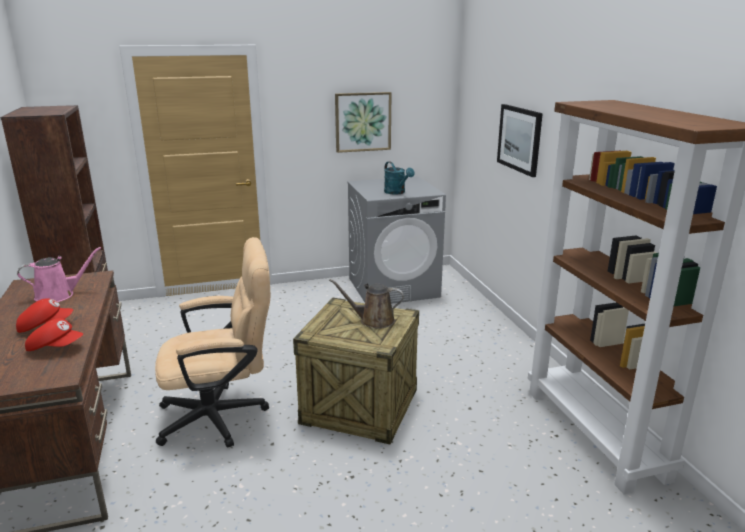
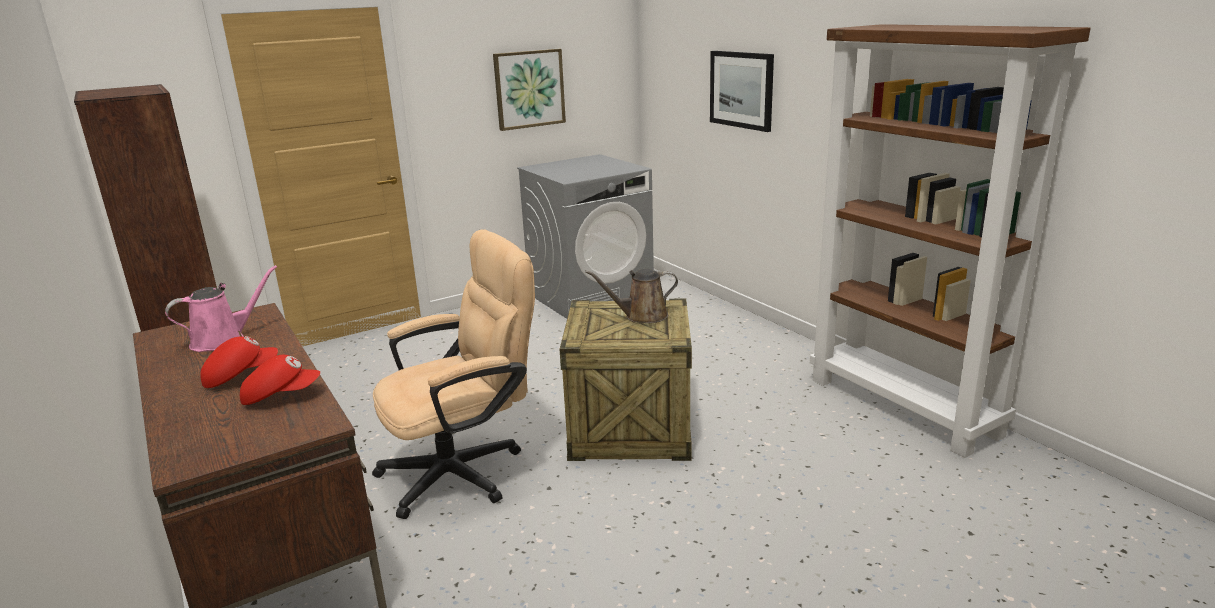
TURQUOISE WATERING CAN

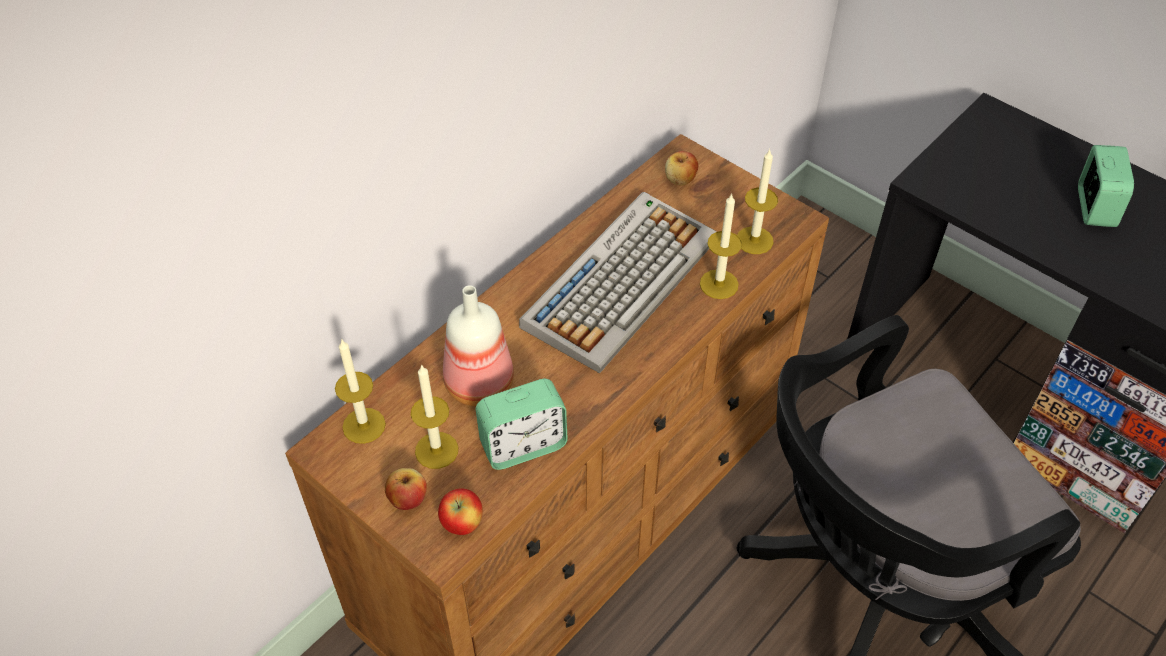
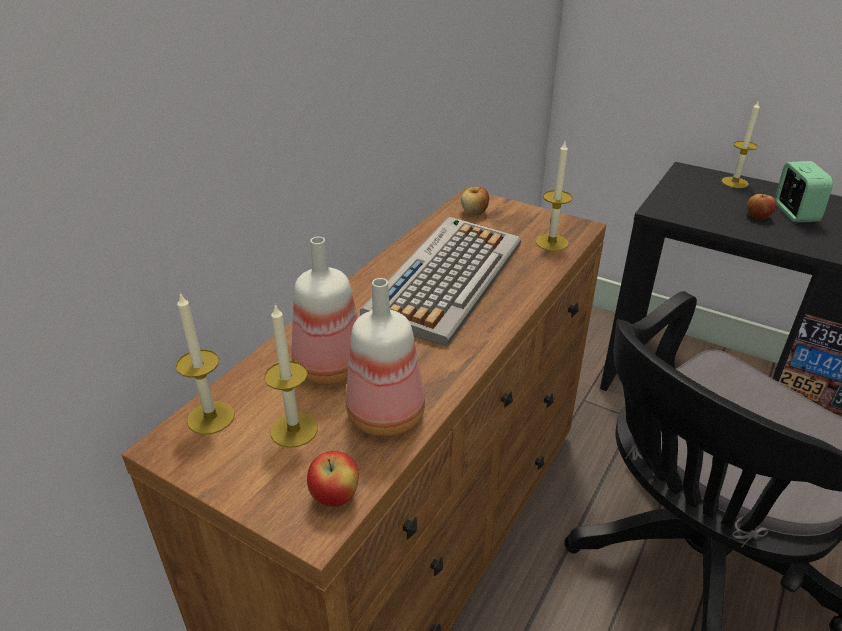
CANDLE (4th from left)
BOTTLE (2nd from left)
APPLE (3rd from left)

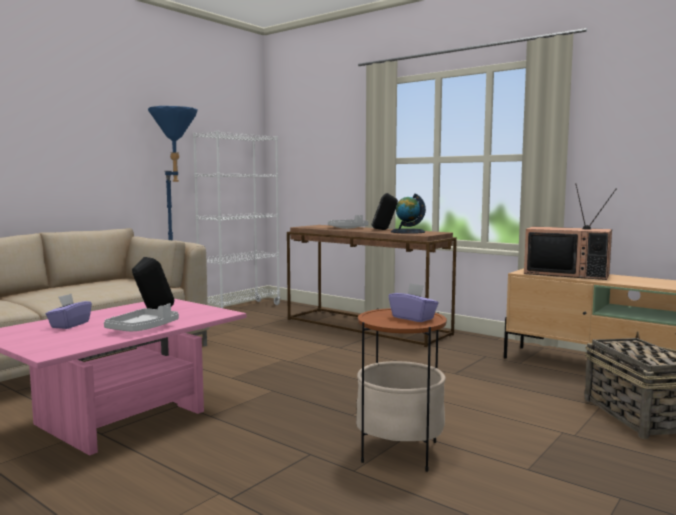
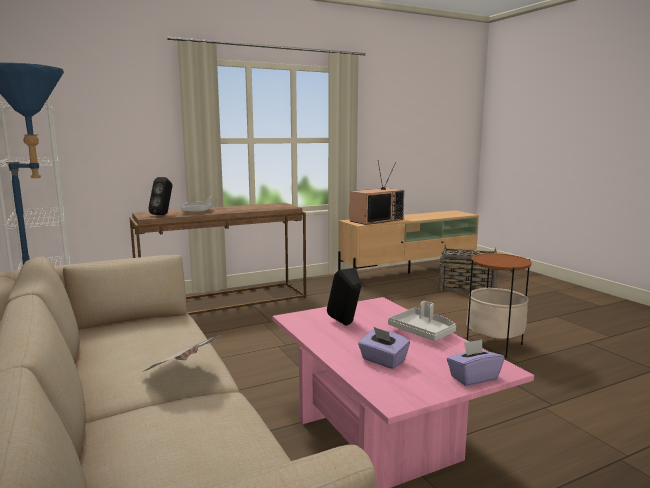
BLACK SPEAKER (1st from left)
GLOBE
PURPLE TISSUE BOX (2nd from left)
NEWSPAPER

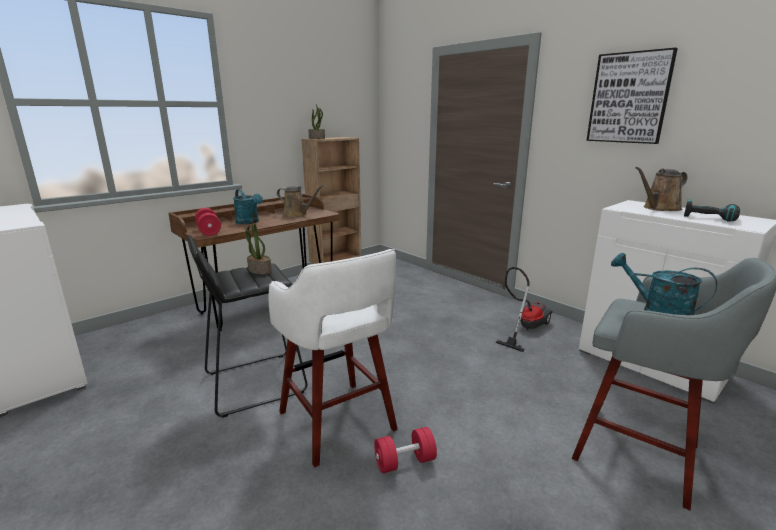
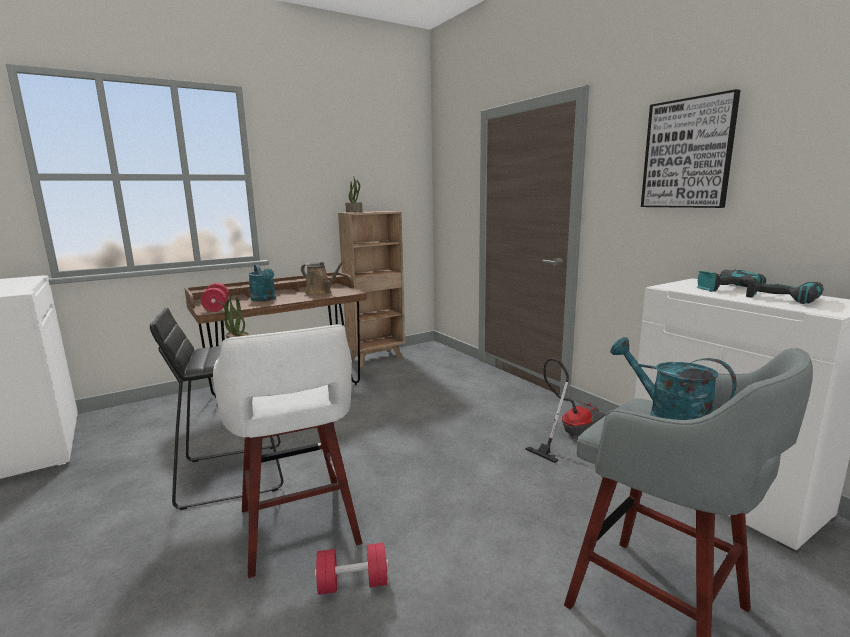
POWER DRILL (1st from left)

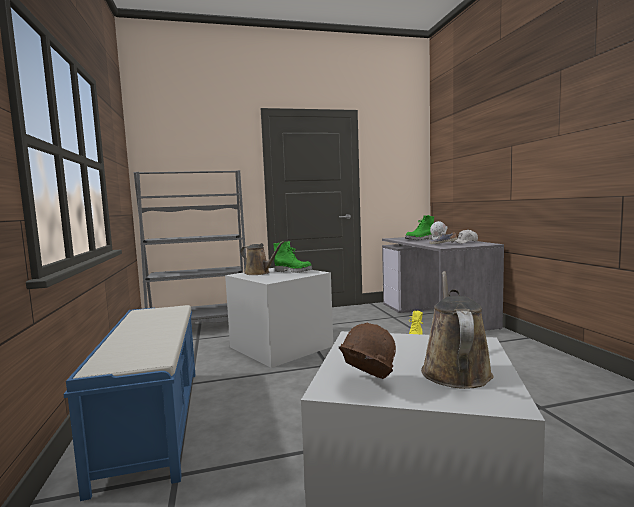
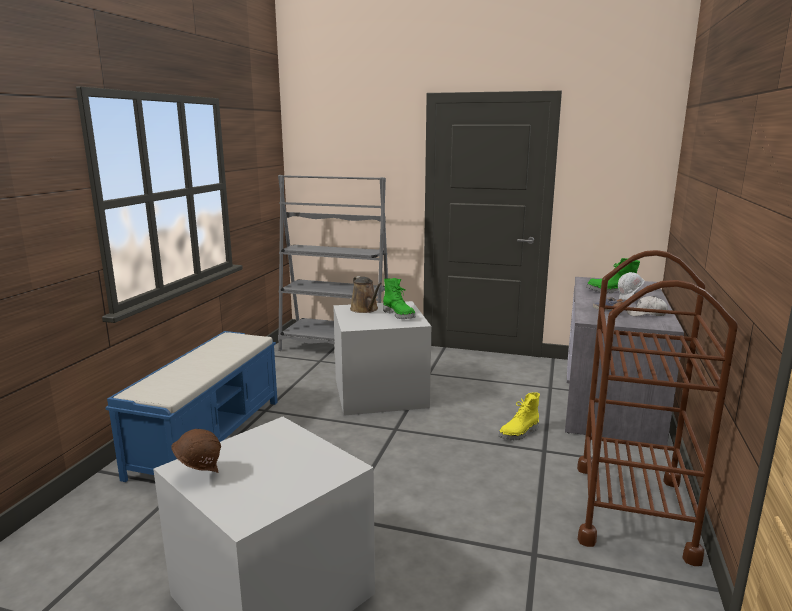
BROWN WATERING CAN (2nd from left in the first image)
BROWN CART

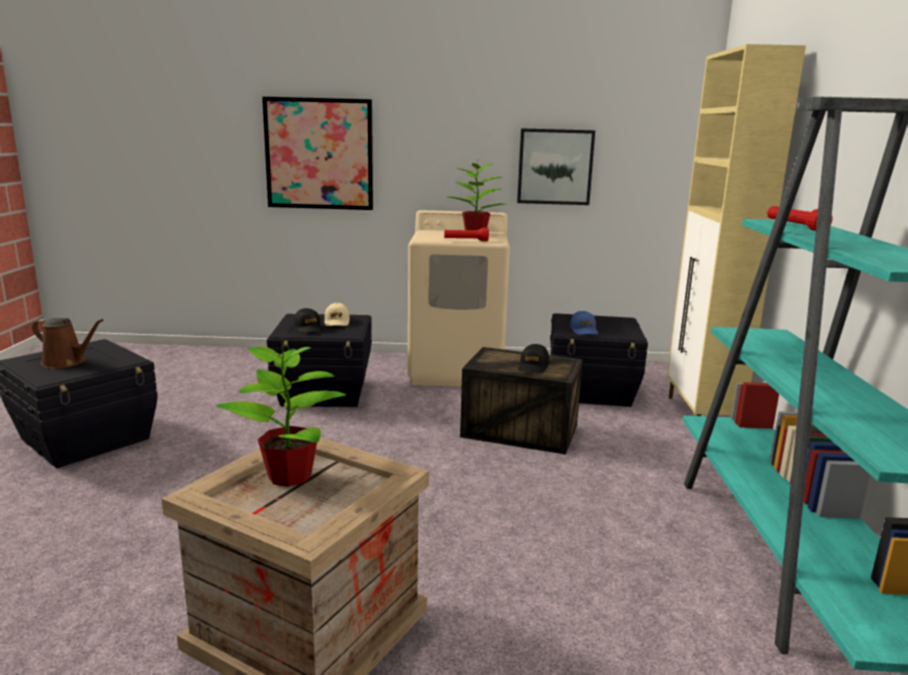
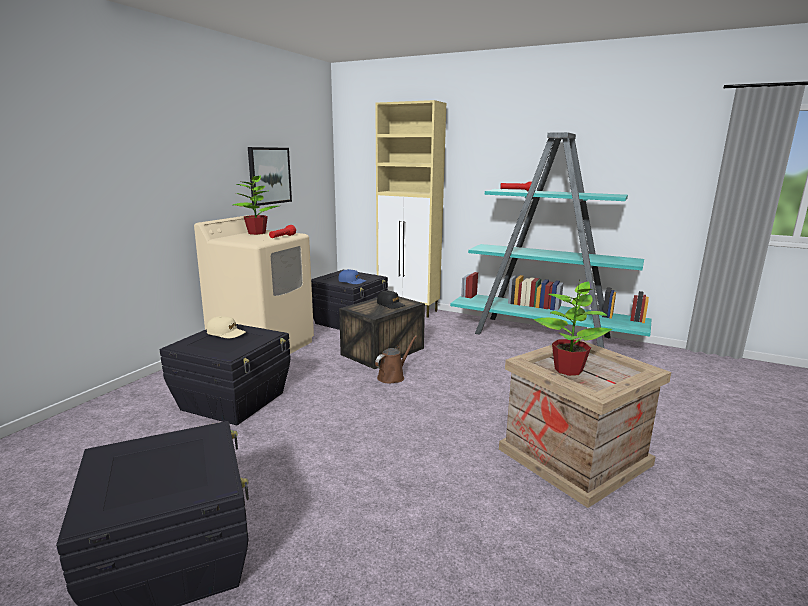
PICTURE (1st from left in the first image)
BLACK CAP (1st from left in the first image)
BROWN WATERING CAN

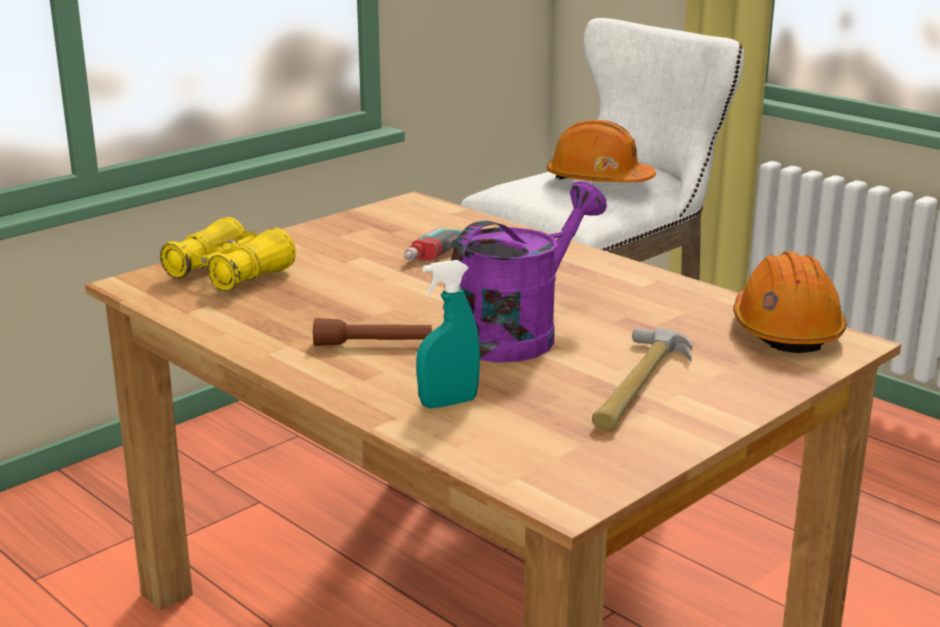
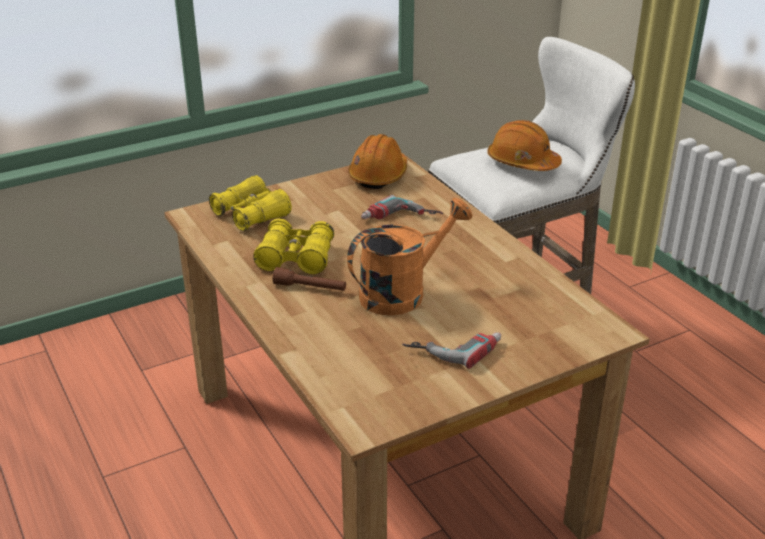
ORANGE WATERING CAN
ORANGE HARD HAT (1st from left)
TURQUOISE SPRAY BOTTLE
POWER DRILL (2nd from left)
YELLOW BINOCULARS (2nd from left)

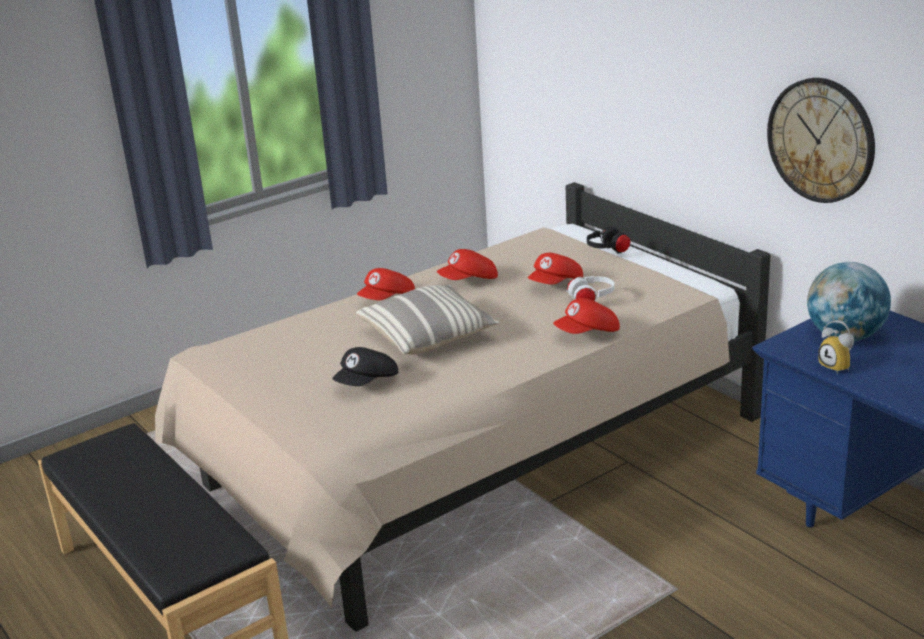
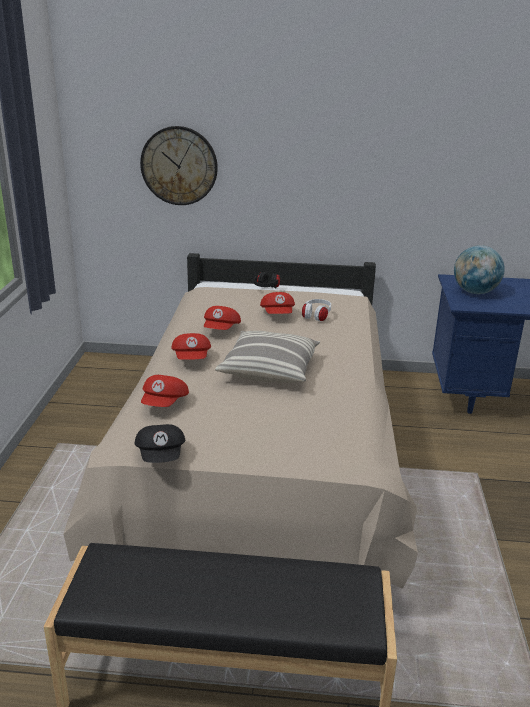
WALL CLOCK
RED CAP (1st from left)
ALARM CLOCK
BLACK CAP

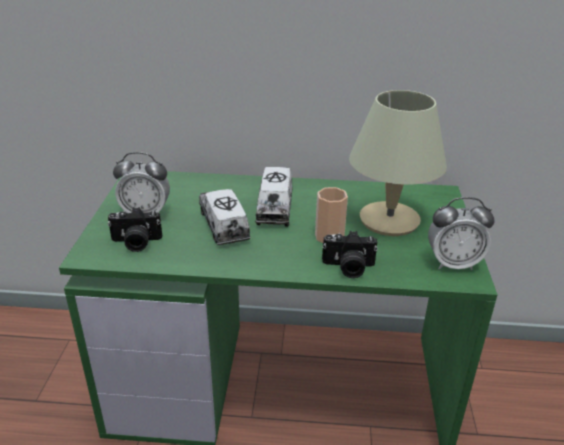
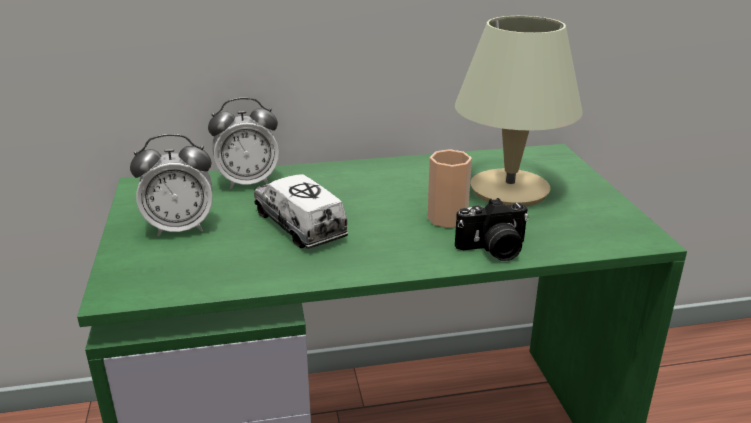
TOY TRUCK (2nd from left in the first image)
ALARM CLOCK (2nd from left)
PHOTO CAMERA (1st from left in the first image)

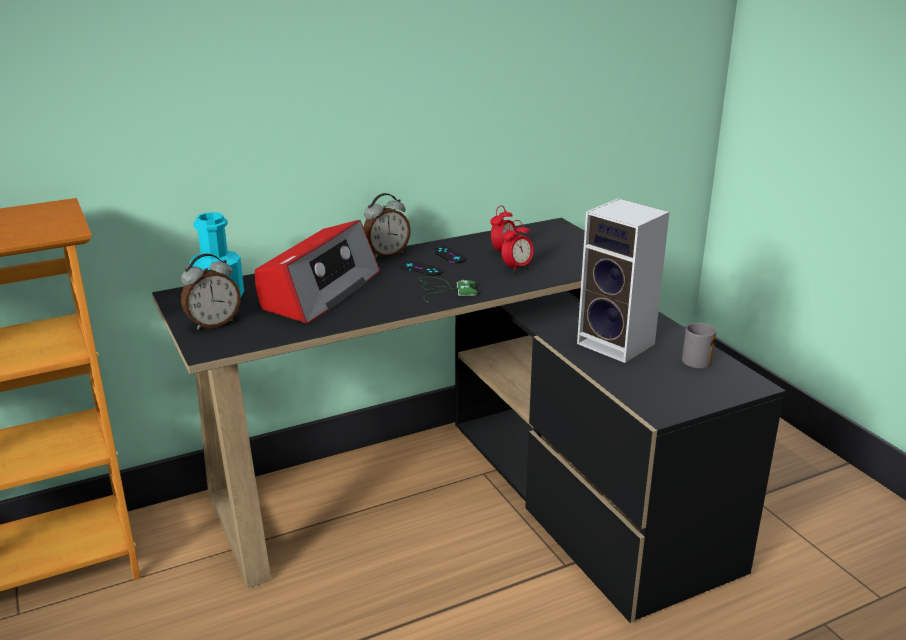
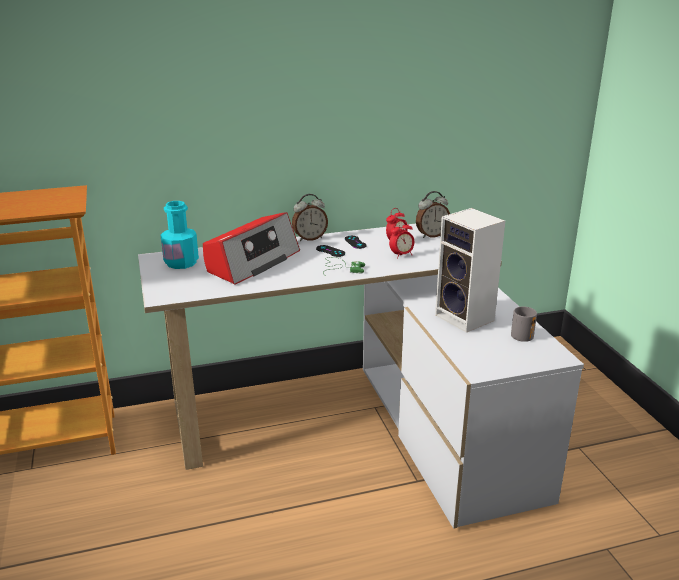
WHITE DESK
ALARM CLOCK (4th from left)

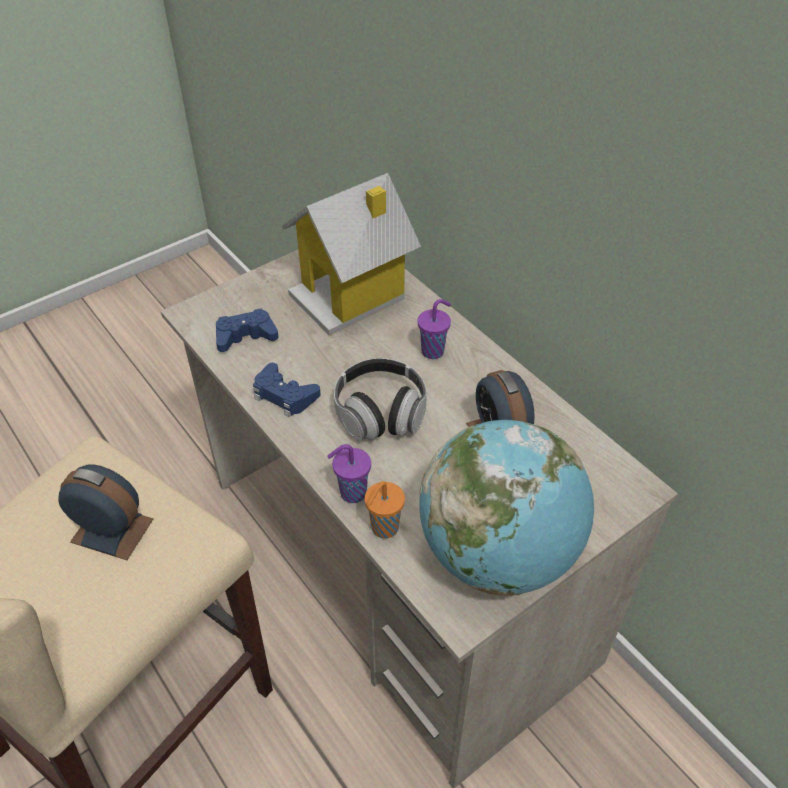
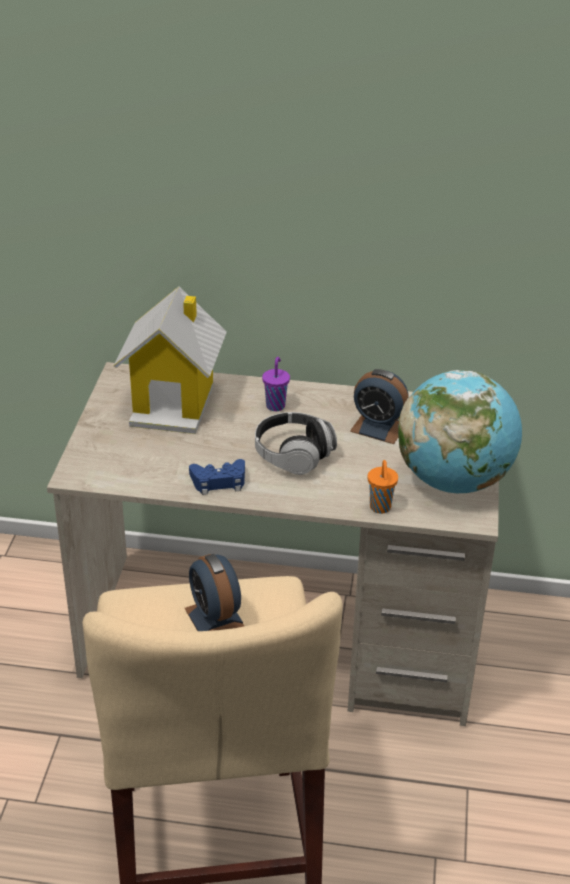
BLUE GAME CONTROLLER (1st from left in the first image)
PURPLE CUP (1st from left in the first image)
ALARM CLOCK (1st from left)

